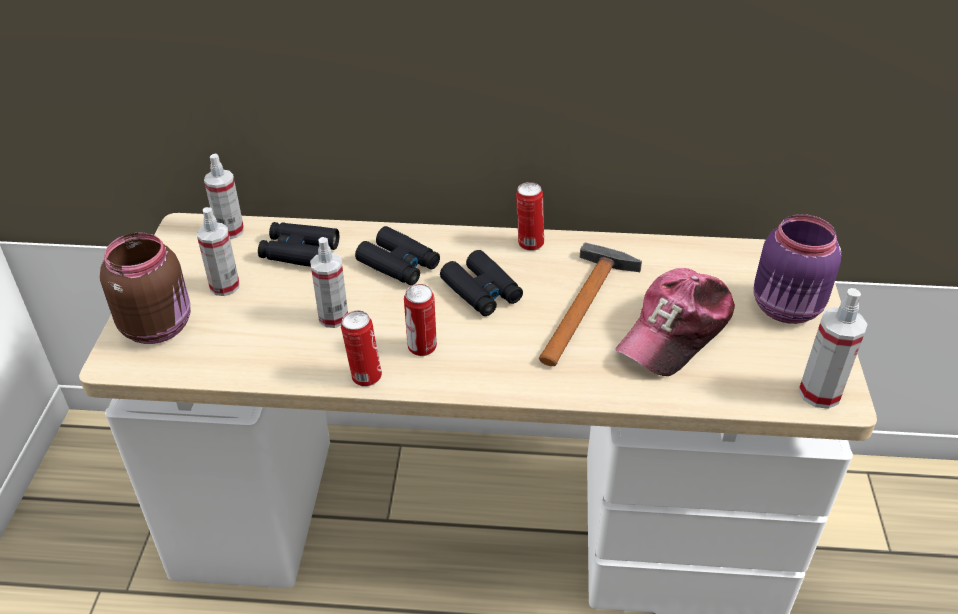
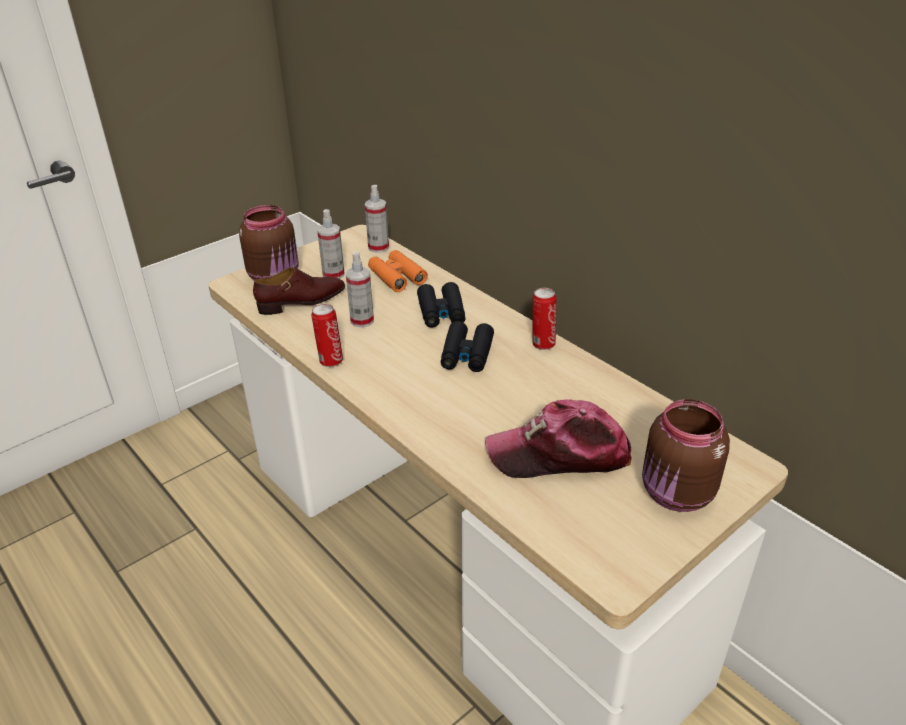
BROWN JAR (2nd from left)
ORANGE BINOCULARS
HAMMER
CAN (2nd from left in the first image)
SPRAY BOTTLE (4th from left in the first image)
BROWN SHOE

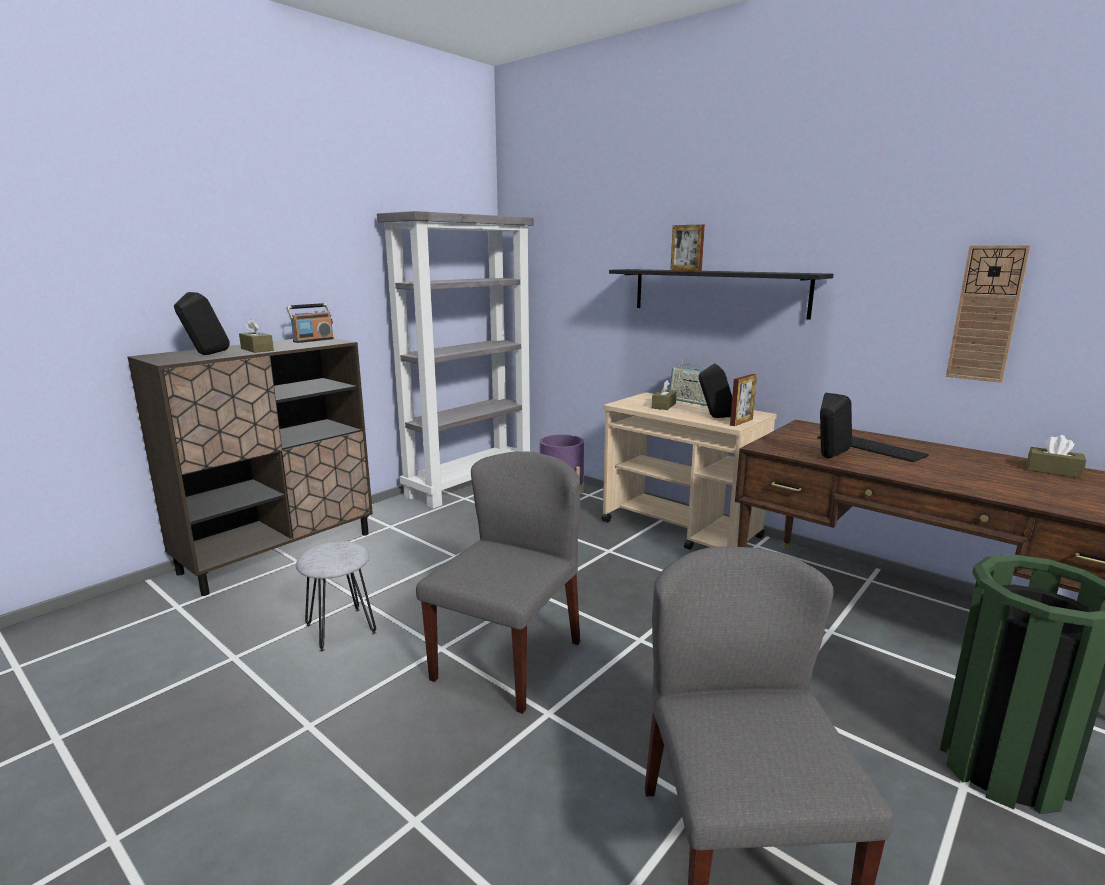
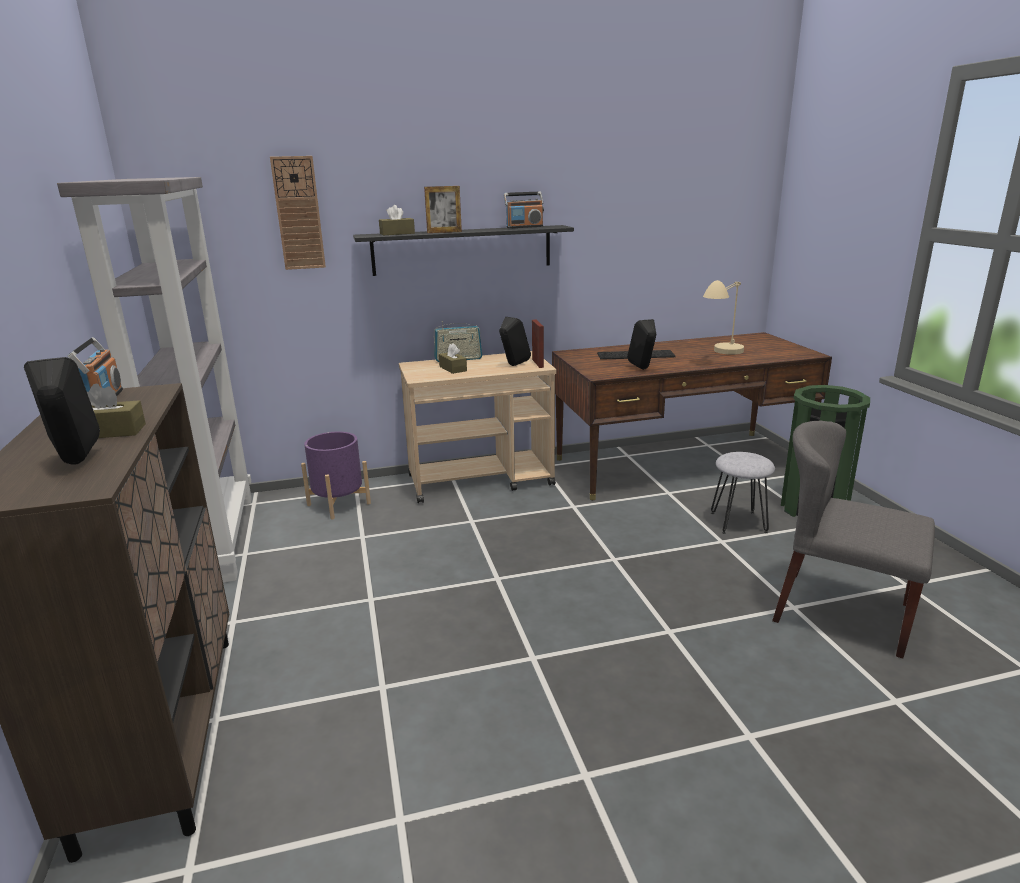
WALL CLOCK
BROWN TISSUE BOX (2nd from left)
GREY CHAIR (1st from left in the first image)
GREY STOOL
RADIO (3rd from left)
BEIGE TABLE LAMP

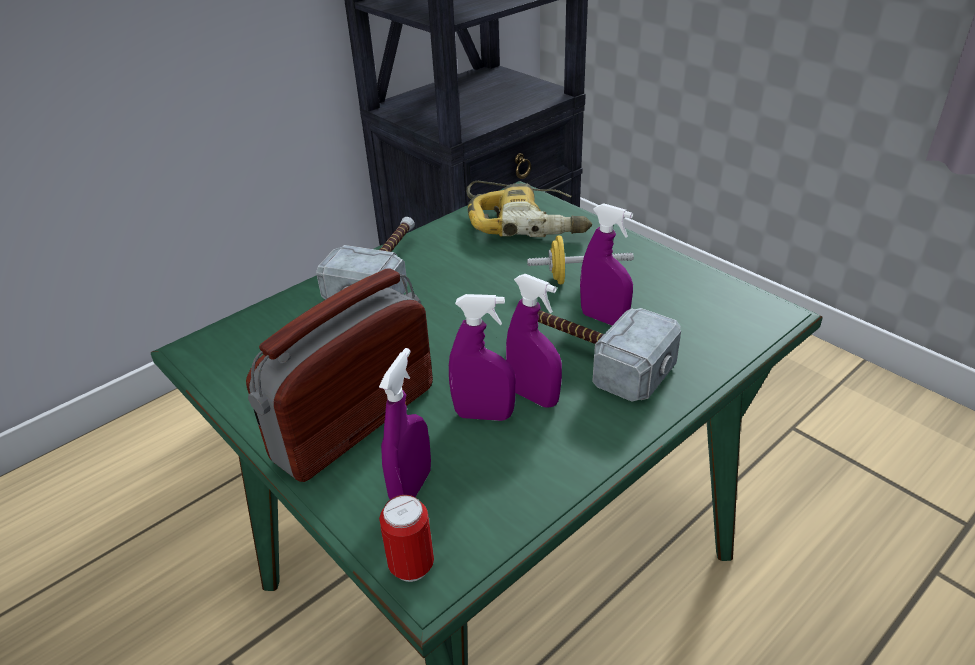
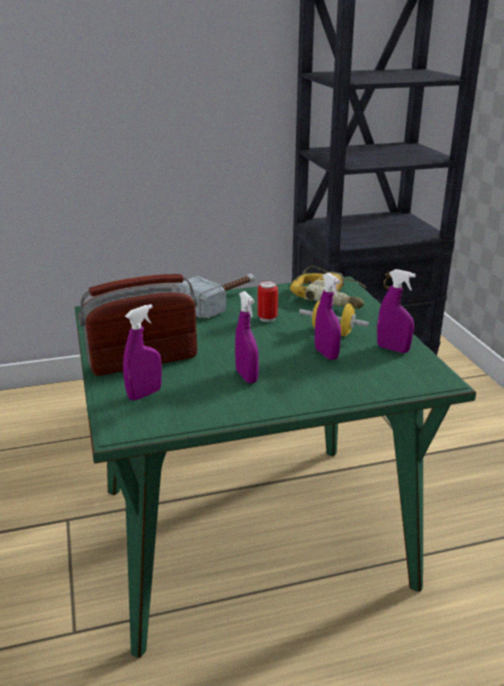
PURPLE SPRAY BOTTLE (4th from left)
HAMMER (2nd from left in the first image)
CAN

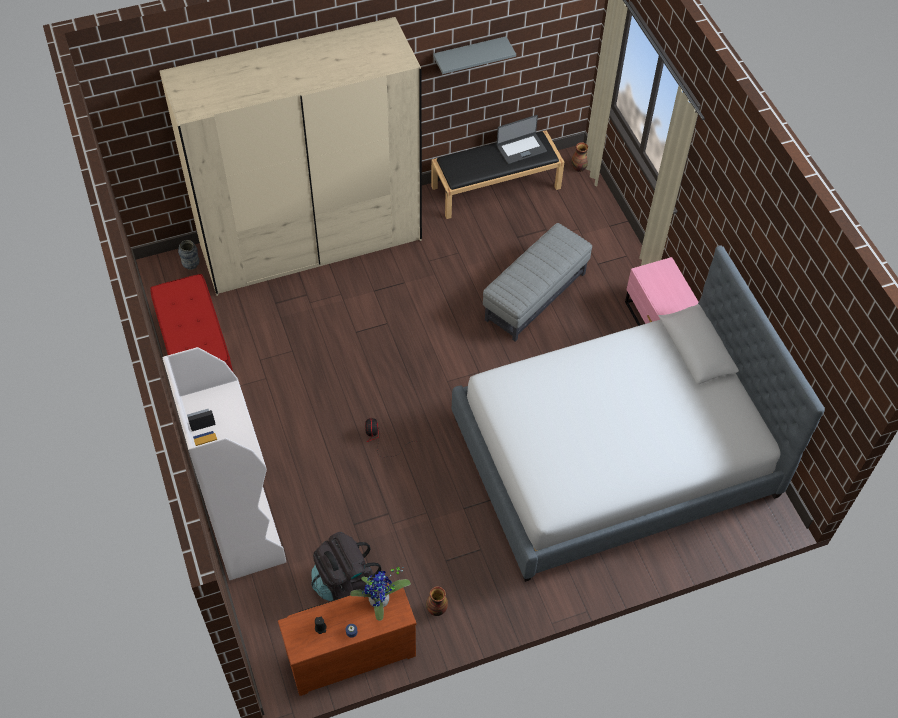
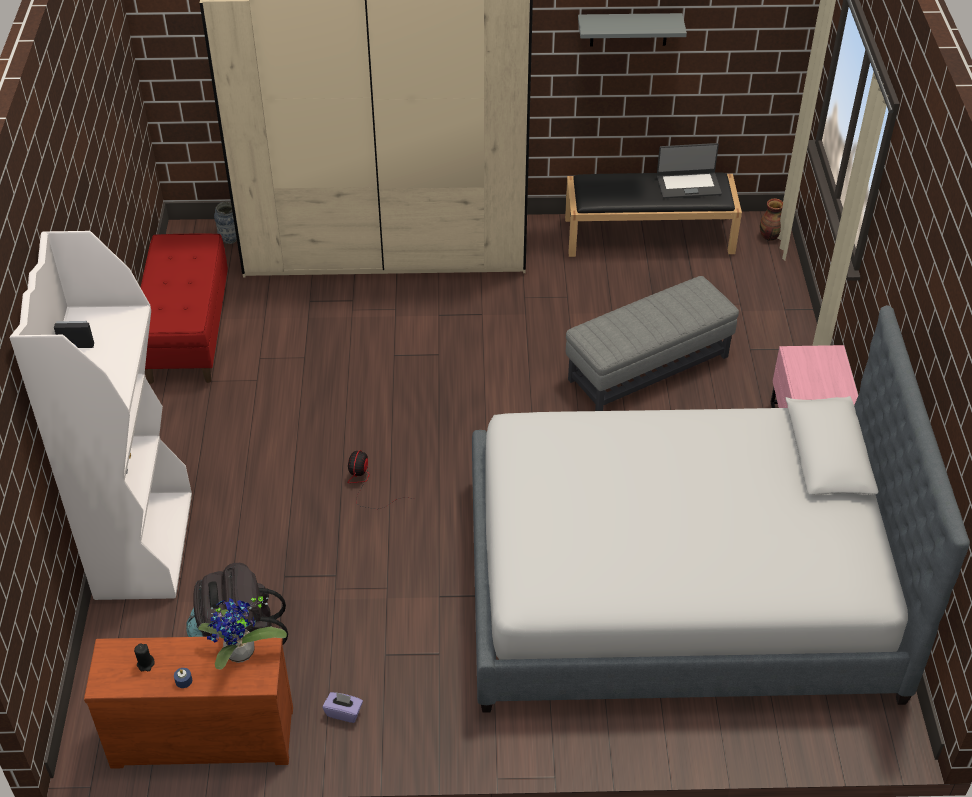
PURPLE TISSUE BOX

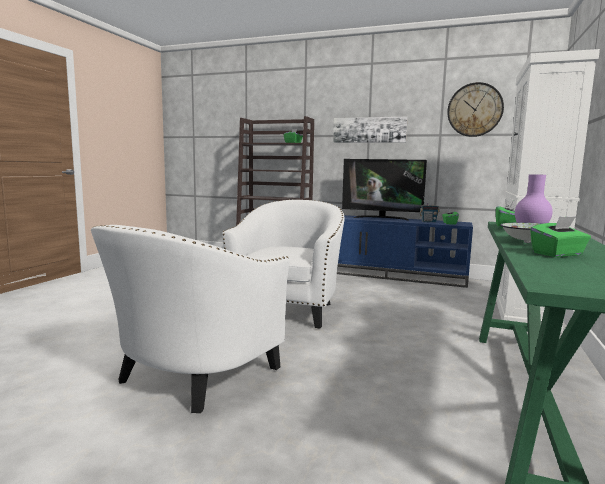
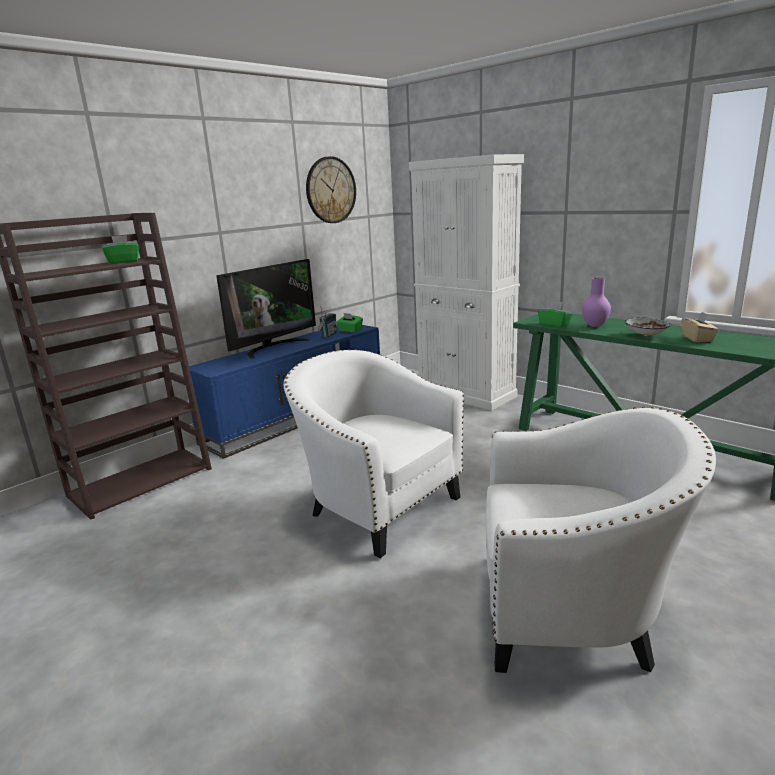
PICTURE
BEIGE TISSUE BOX
WHITE ARMCHAIR (2nd from left)

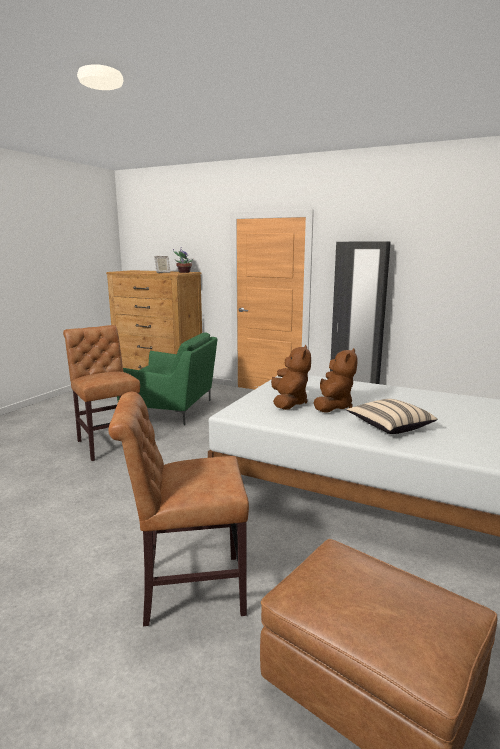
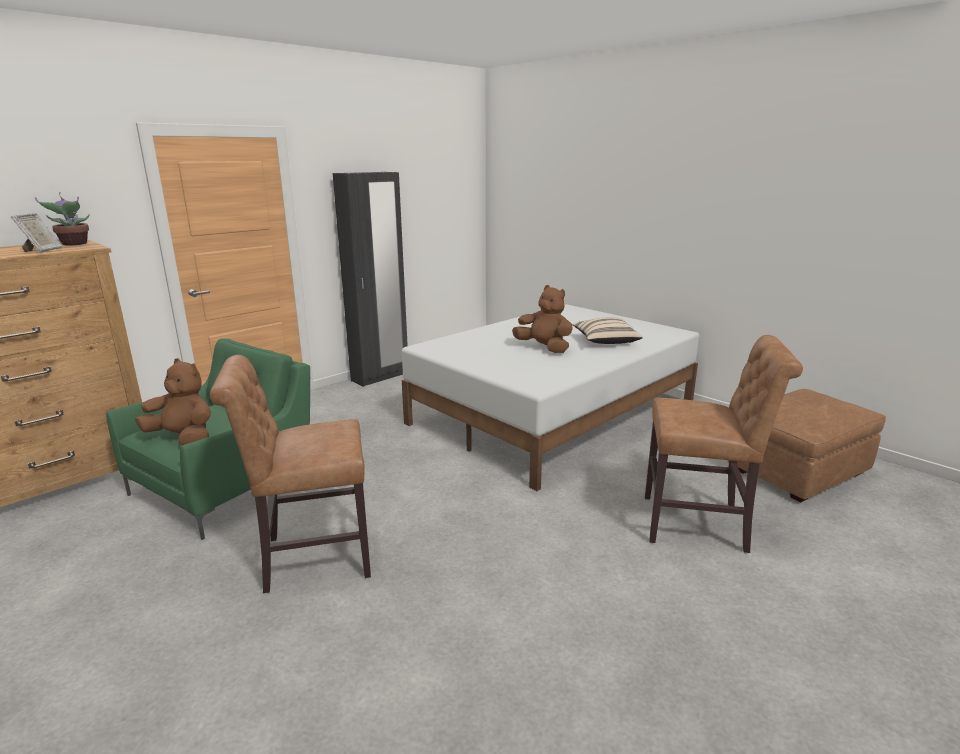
BROWN PLUSH TOY (1st from left)
BROWN CHAIR (2nd from left)

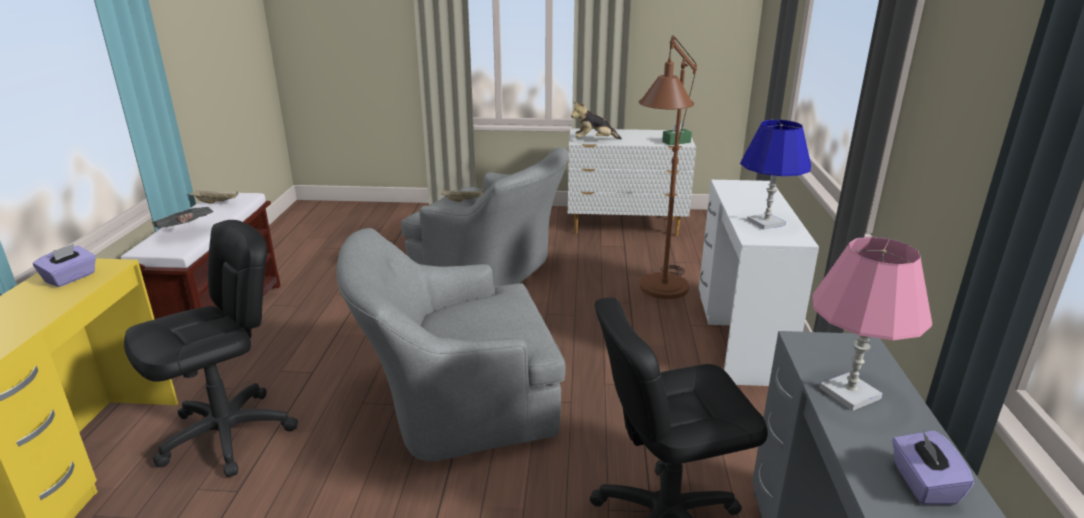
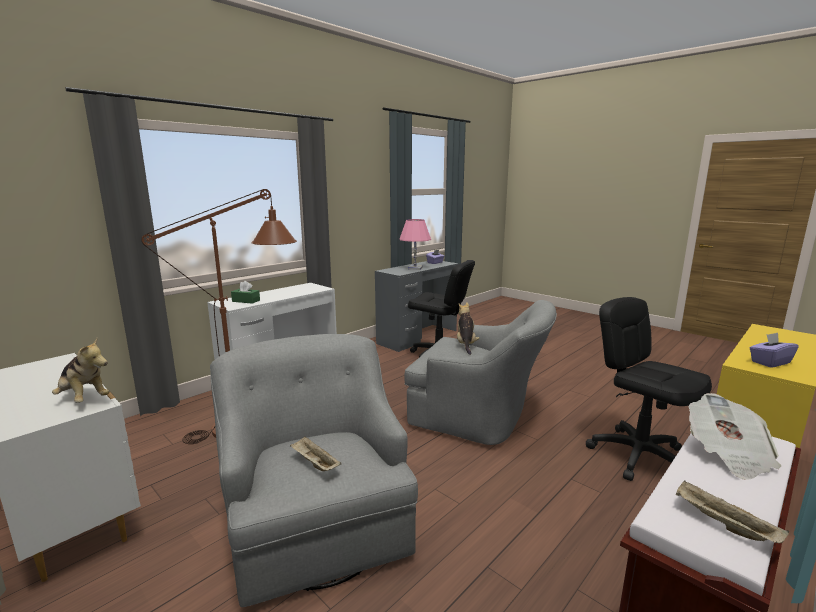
BLUE TABLE LAMP
GREEN TISSUE BOX
BLACK OFFICE CHAIR (2nd from left)
PLUSH TOY (2nd from left)

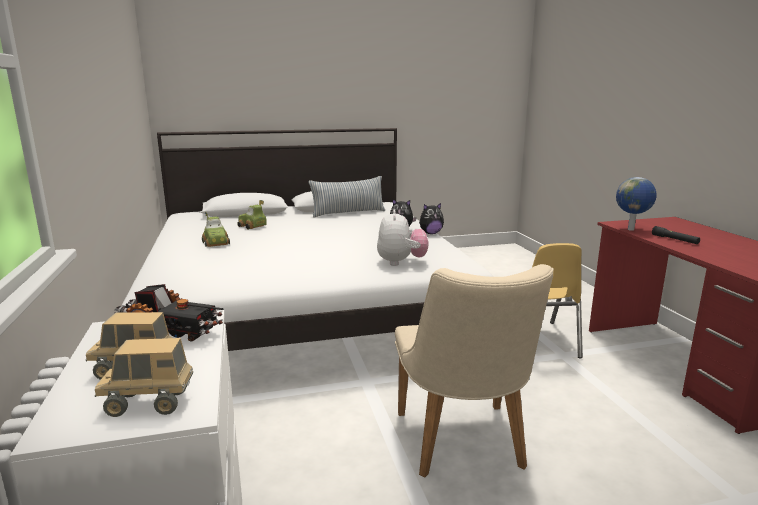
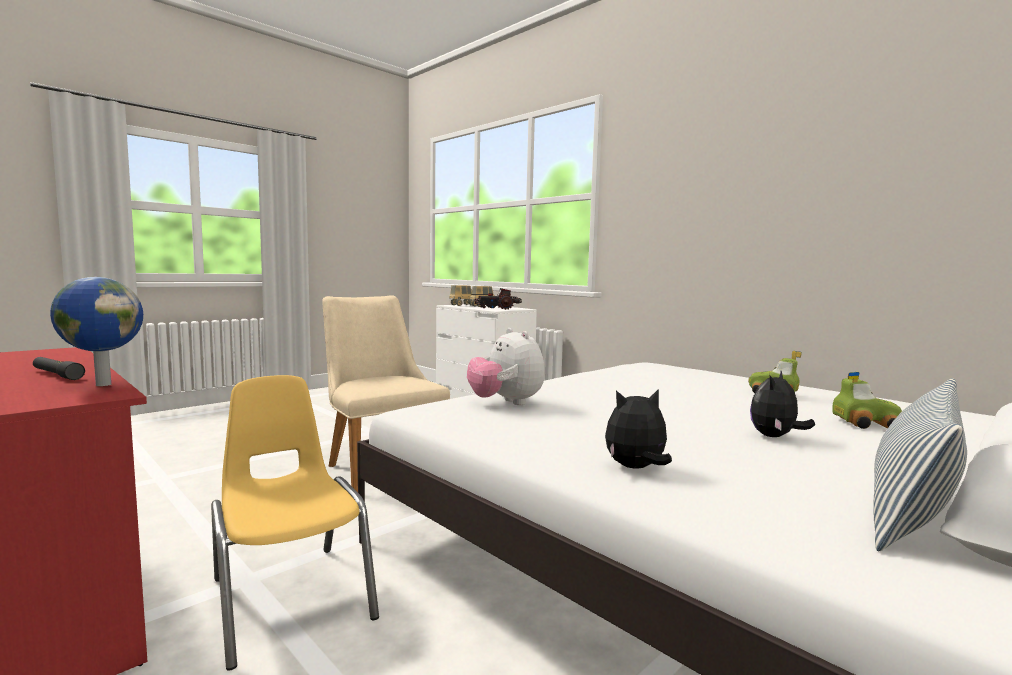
PLUSH TOY (3rd from left)

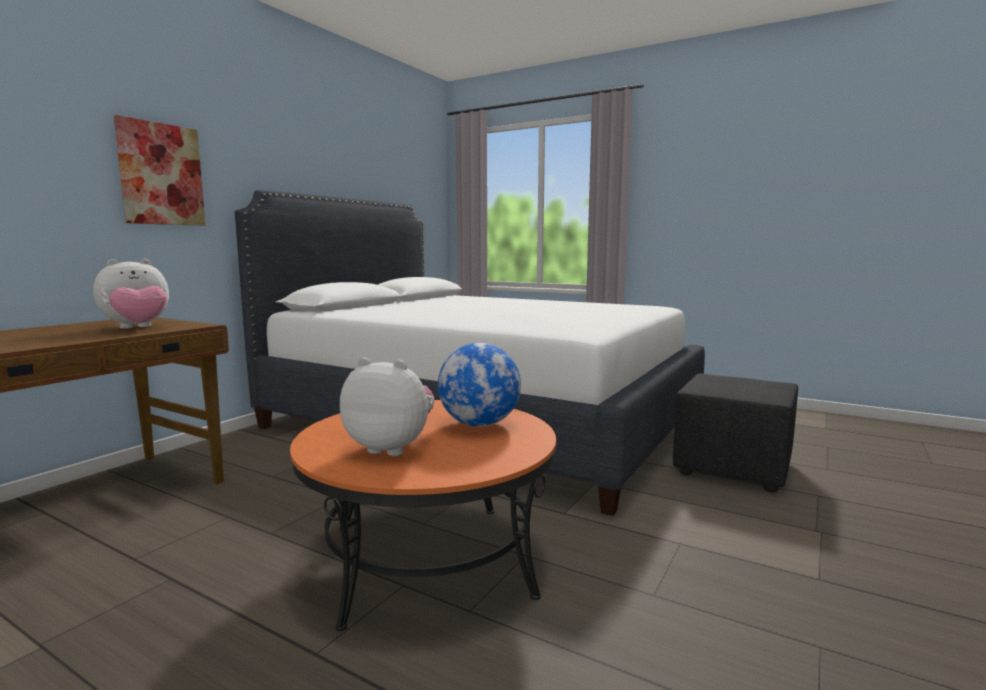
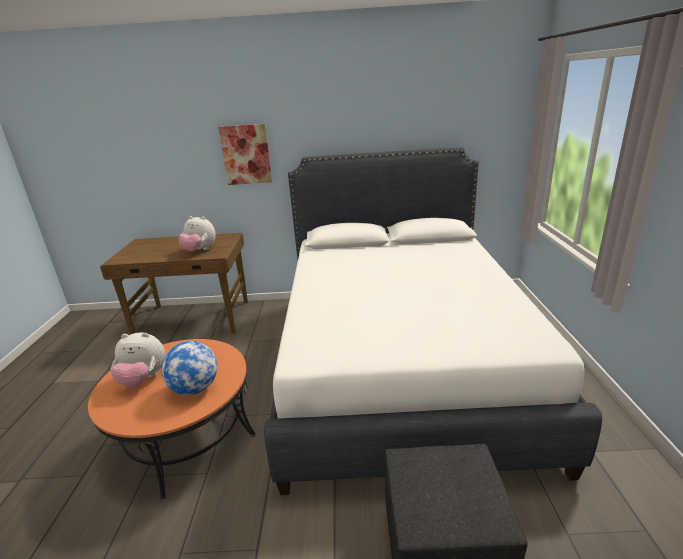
PLUSH TOY (1st from left)

